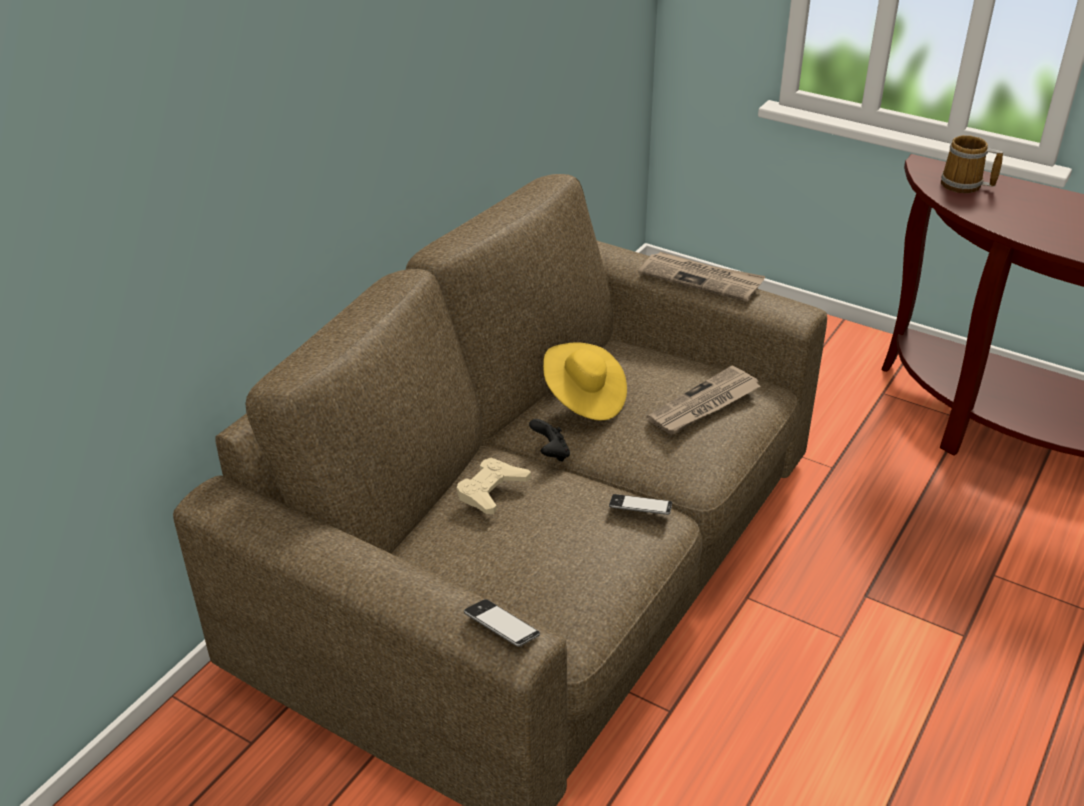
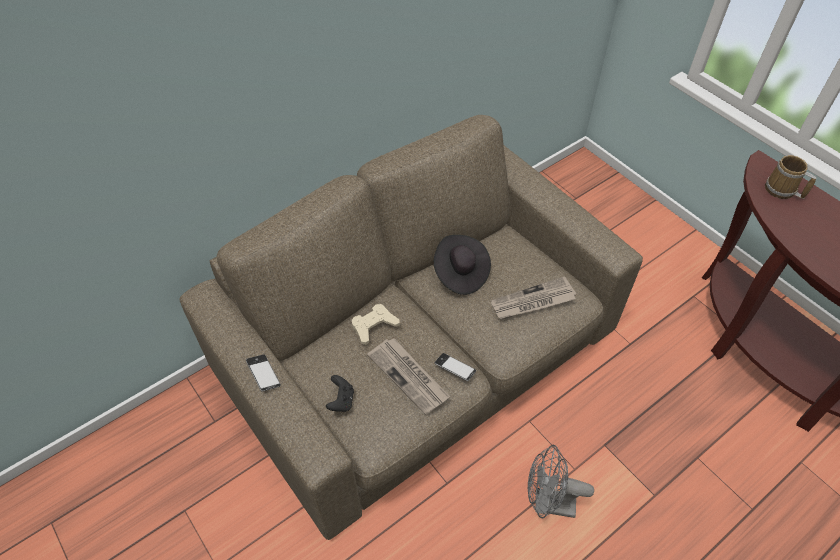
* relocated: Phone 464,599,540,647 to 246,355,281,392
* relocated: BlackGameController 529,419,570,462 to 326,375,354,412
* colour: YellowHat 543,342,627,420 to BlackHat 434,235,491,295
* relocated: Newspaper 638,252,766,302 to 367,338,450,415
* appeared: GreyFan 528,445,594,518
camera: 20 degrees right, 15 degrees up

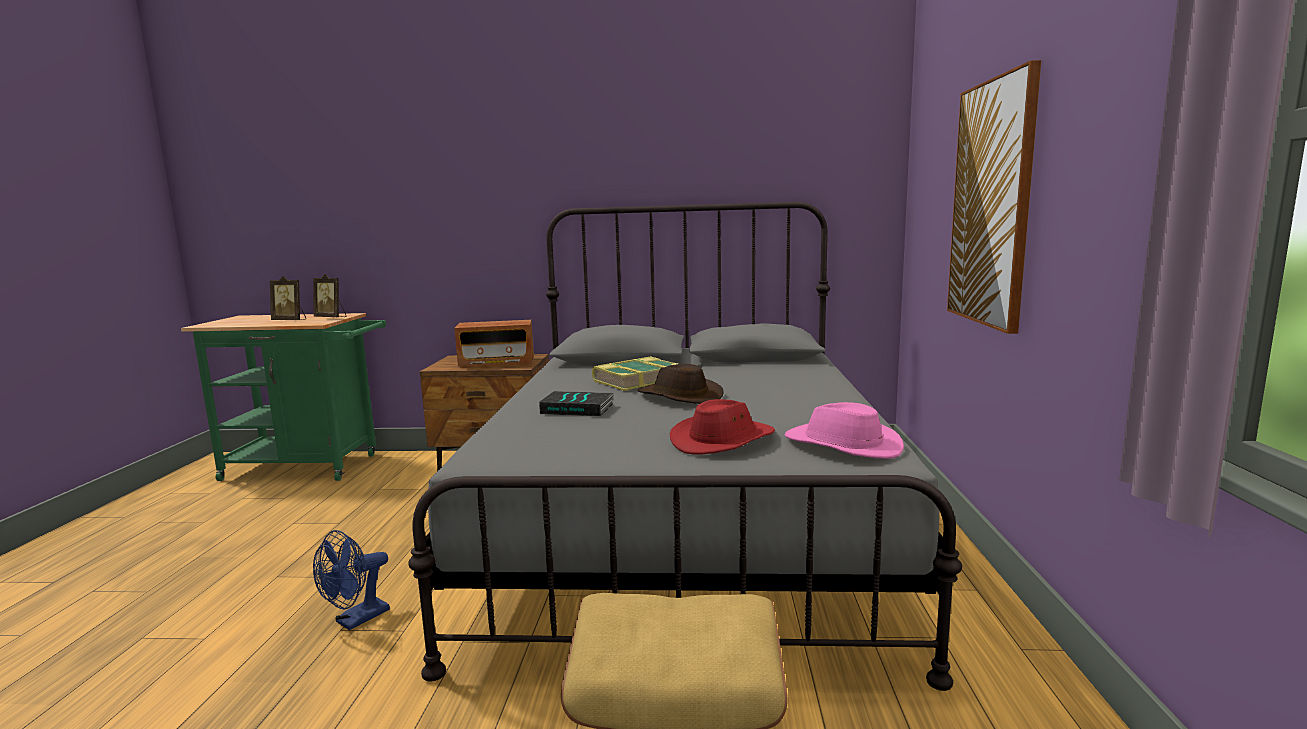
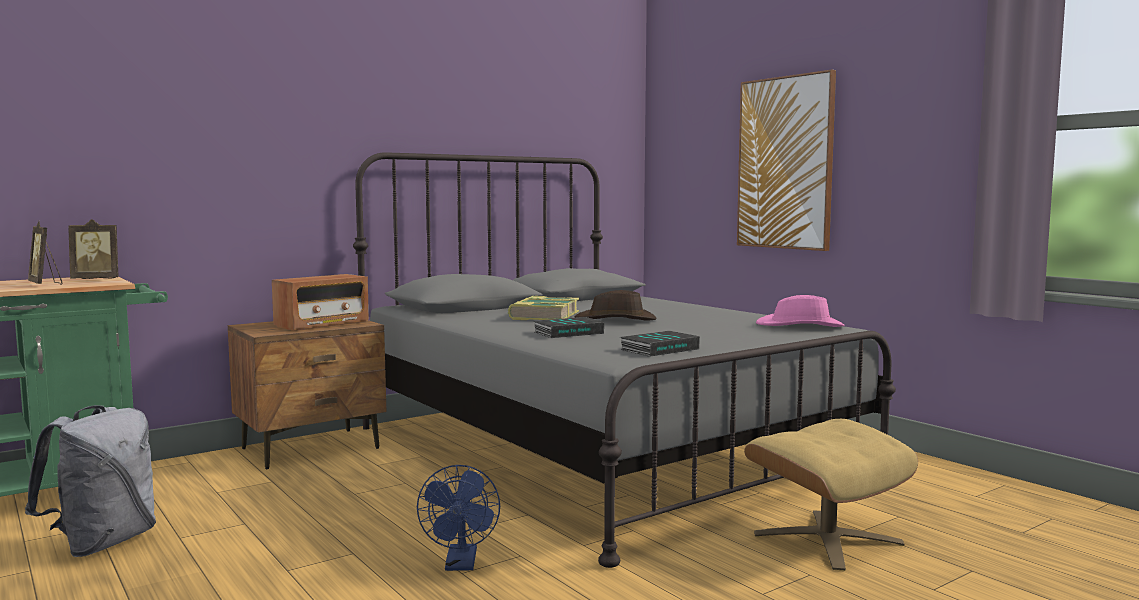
* spun: PictureFrame 270,276,306,320 = 28,221,63,285 75 degrees clockwise
* missing: RedHat 670,399,775,454
* appeared: GreyBackpack 25,405,156,557
* appeared: Book 620,331,700,357
camera: 40 degrees left, 5 degrees down

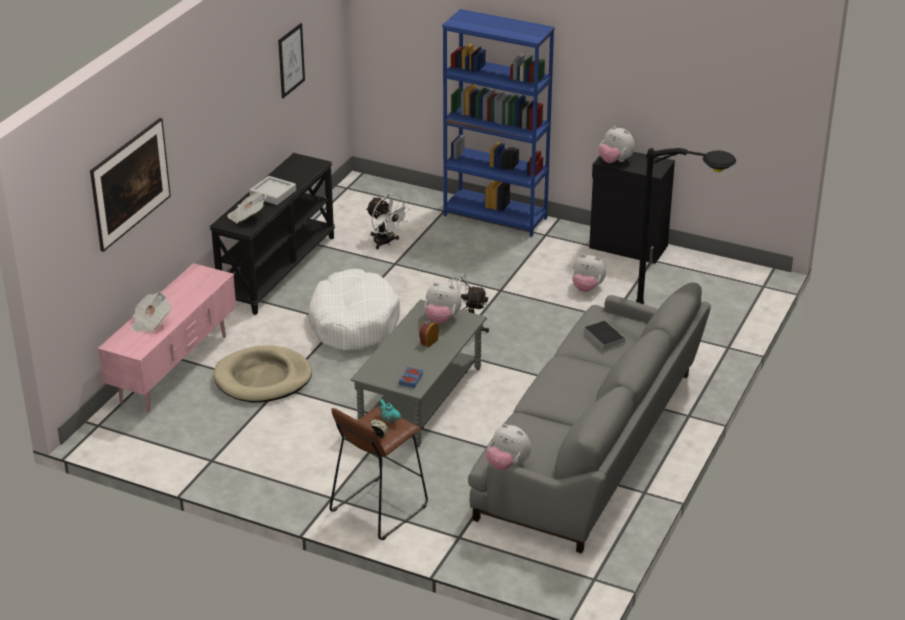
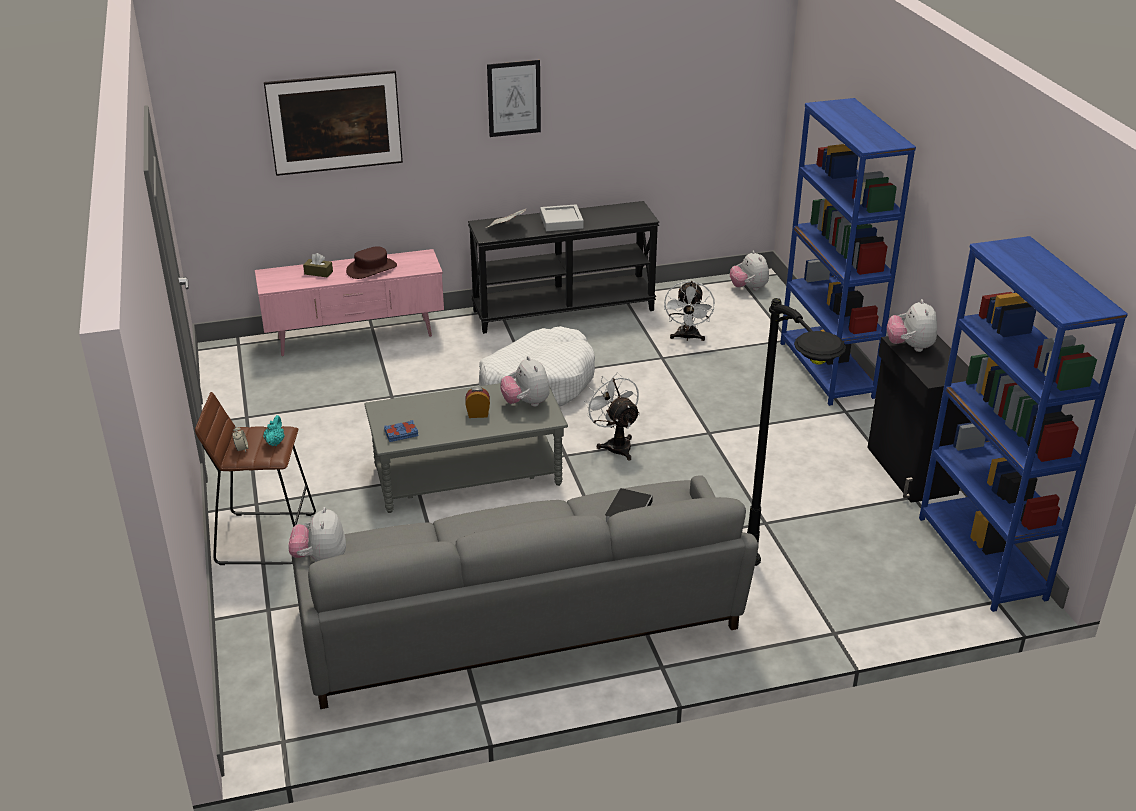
* exchanged: Newspaper 131,292,171,332 to BrownTissueBox 303,253,333,278
* missing: BeigeDogBed 213,345,312,402
* relocated: Picture 278,23,305,98 to 487,60,541,137
* relocated: PlushToy 572,254,606,292 to 730,250,769,291
* appeared: BrownHat 346,246,397,279
* appeared: BlueBookcase 919,236,1128,612
camera: 50 degrees right, 0 degrees up

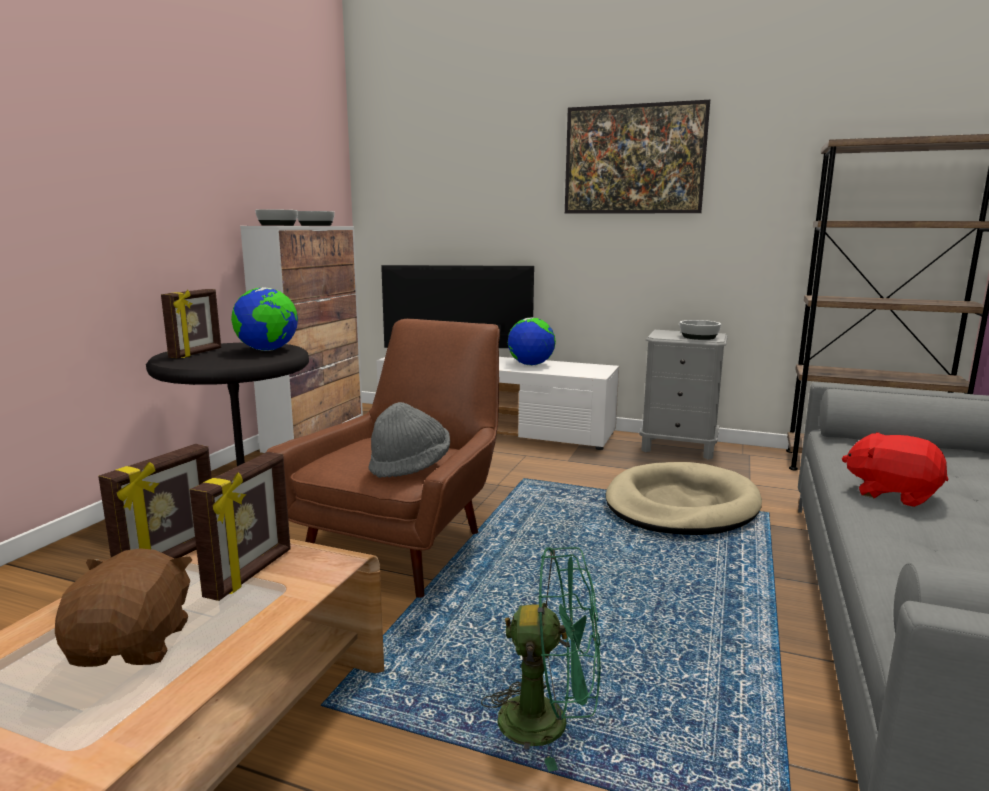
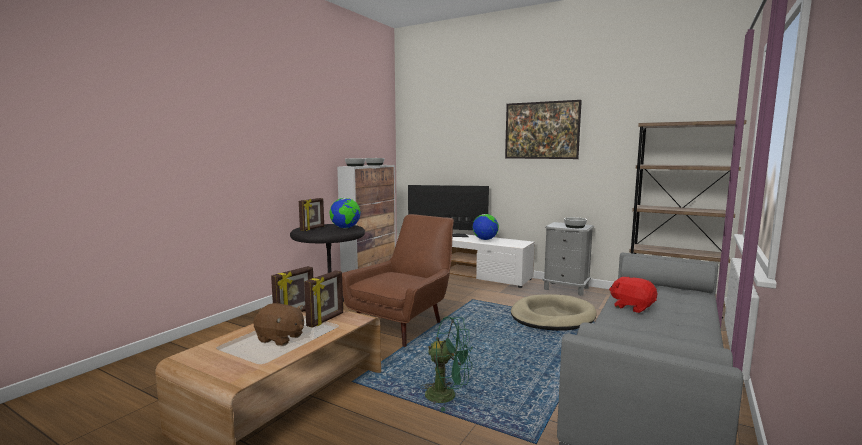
* spun: BrownPlushToy 55,548,192,667 = 253,303,304,346 105 degrees clockwise
* missing: GreyHat 368,402,450,478
camera: 10 degrees right, 5 degrees down

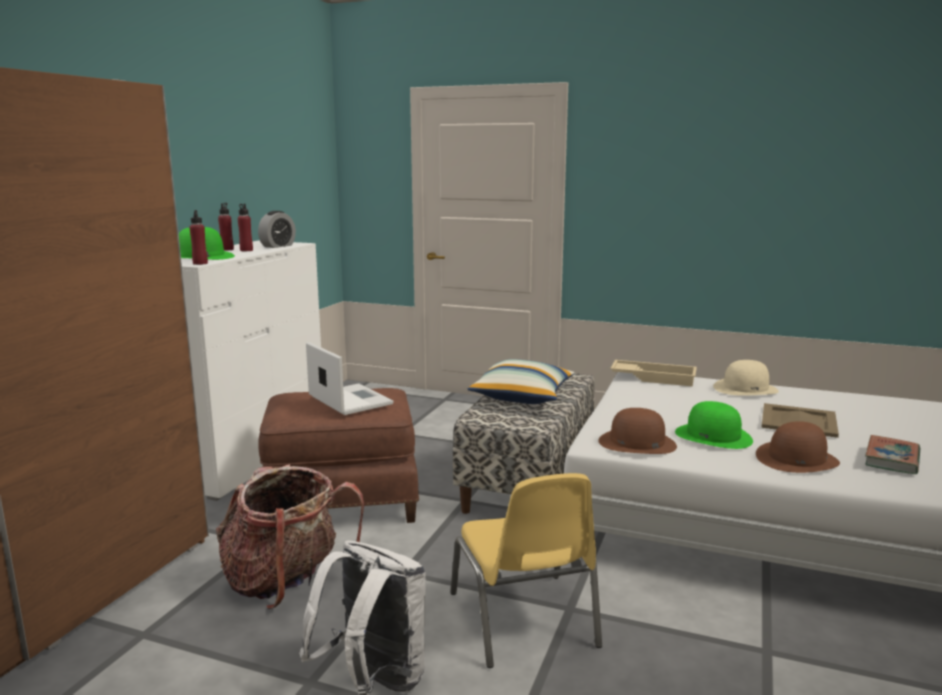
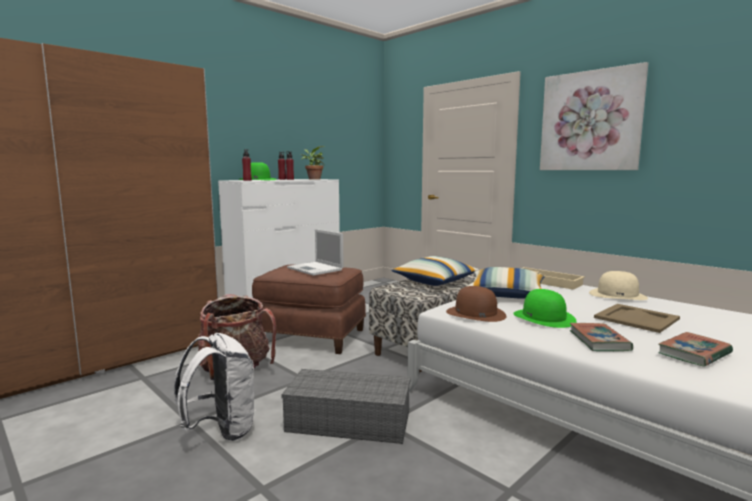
* exchanged: AlarmClock 258,211,296,248 to PottedPlant 301,146,325,180
* spun: Laptop 306,342,394,415 = 287,229,344,276 150 degrees clockwise
* exchanged: YellowChair 450,473,602,668 to GreyStorageBox 281,369,411,444
* exchanged: BrownHat 756,421,840,473 to Book 570,323,633,351
* appeared: Pillow 468,267,545,299
* appeared: Picture 540,62,648,170
camera: 25 degrees right, 5 degrees down

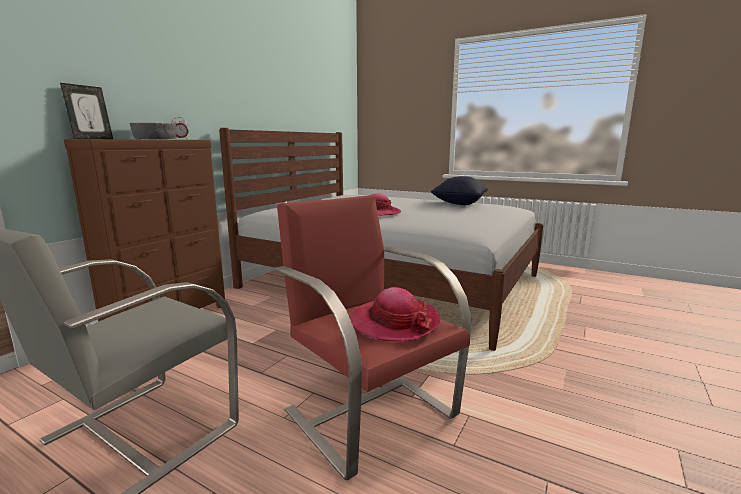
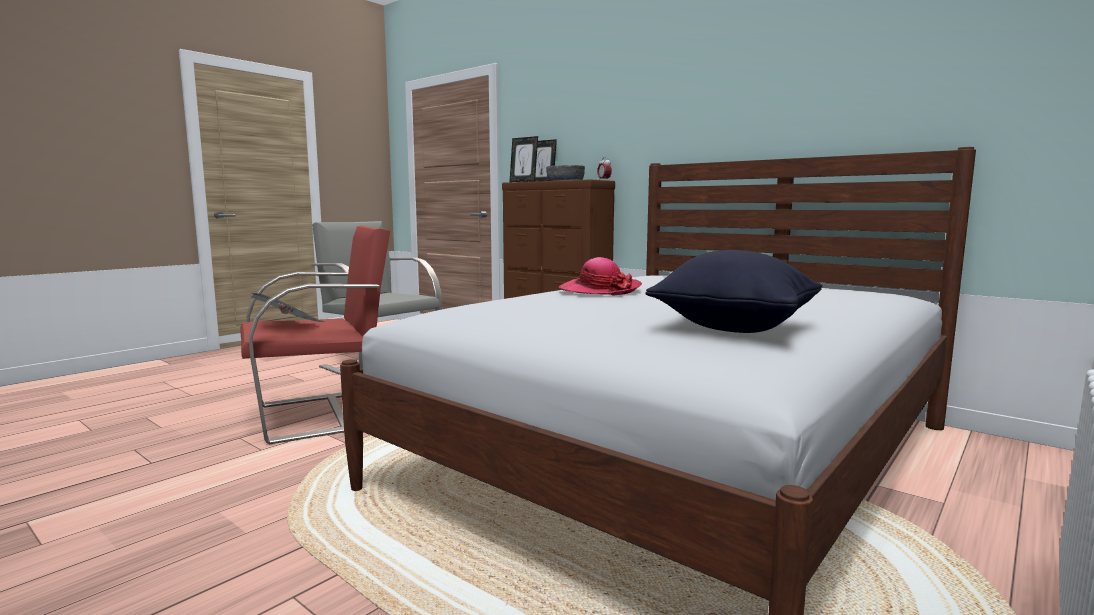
* exchanged: Hat 350,287,440,341 to Newspaper 250,293,325,322
* appeared: PictureFrame 509,136,538,182
camera: 100 degrees right, 5 degrees down

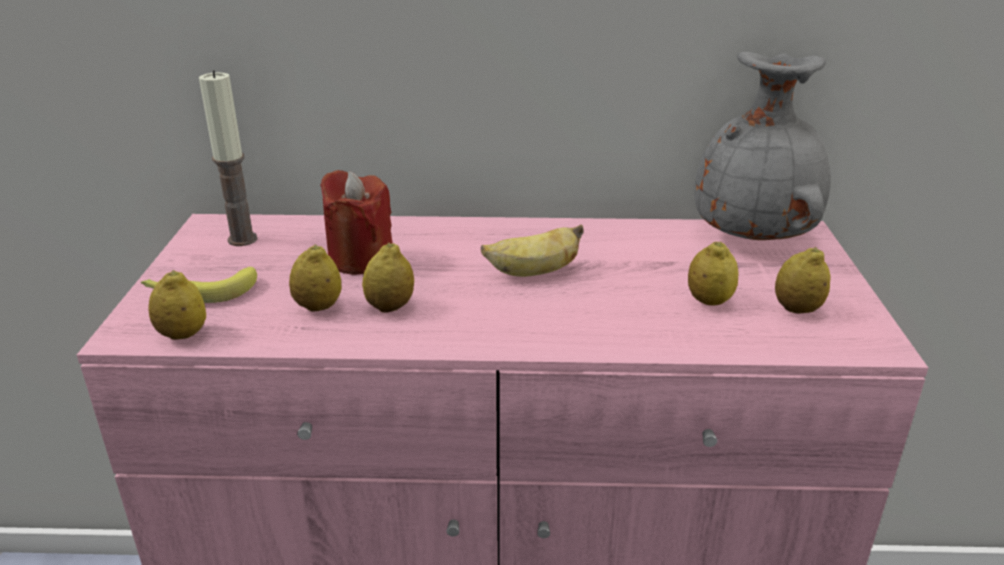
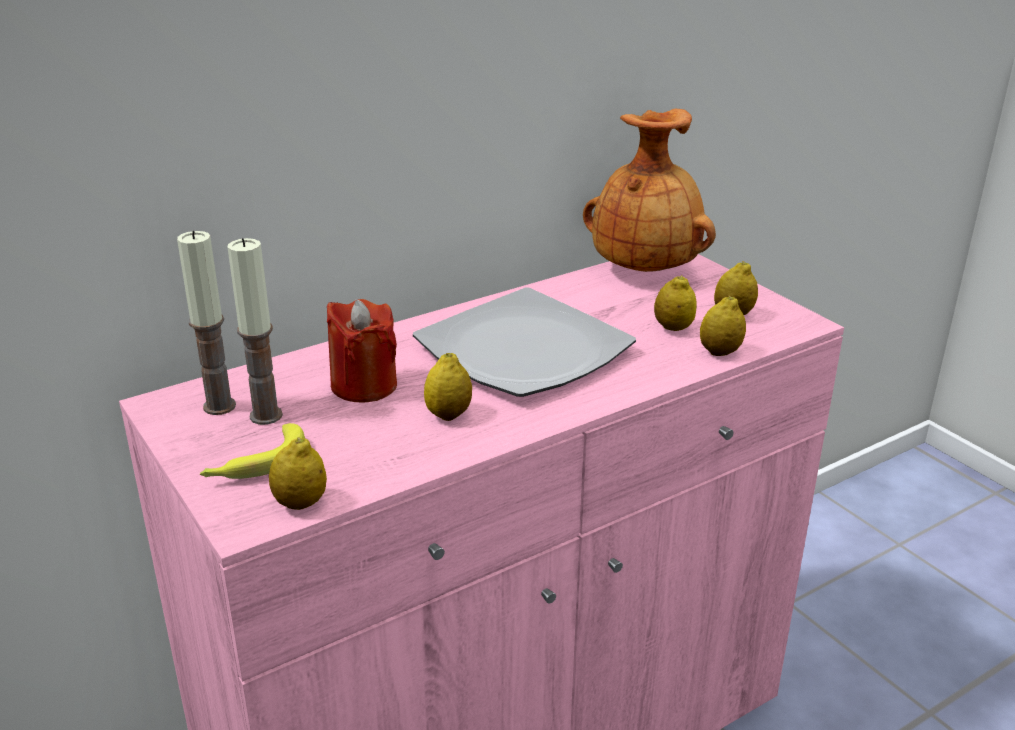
* relocated: Lemon 289,244,341,312 to 700,296,746,356
* exchanged: Banana 481,224,584,277 to Plate 413,287,636,397
* colour: GreyVase 694,52,831,240 to BrownVase 583,109,716,272
* appeared: Candle 227,238,283,425
camera: 35 degrees left, 0 degrees up

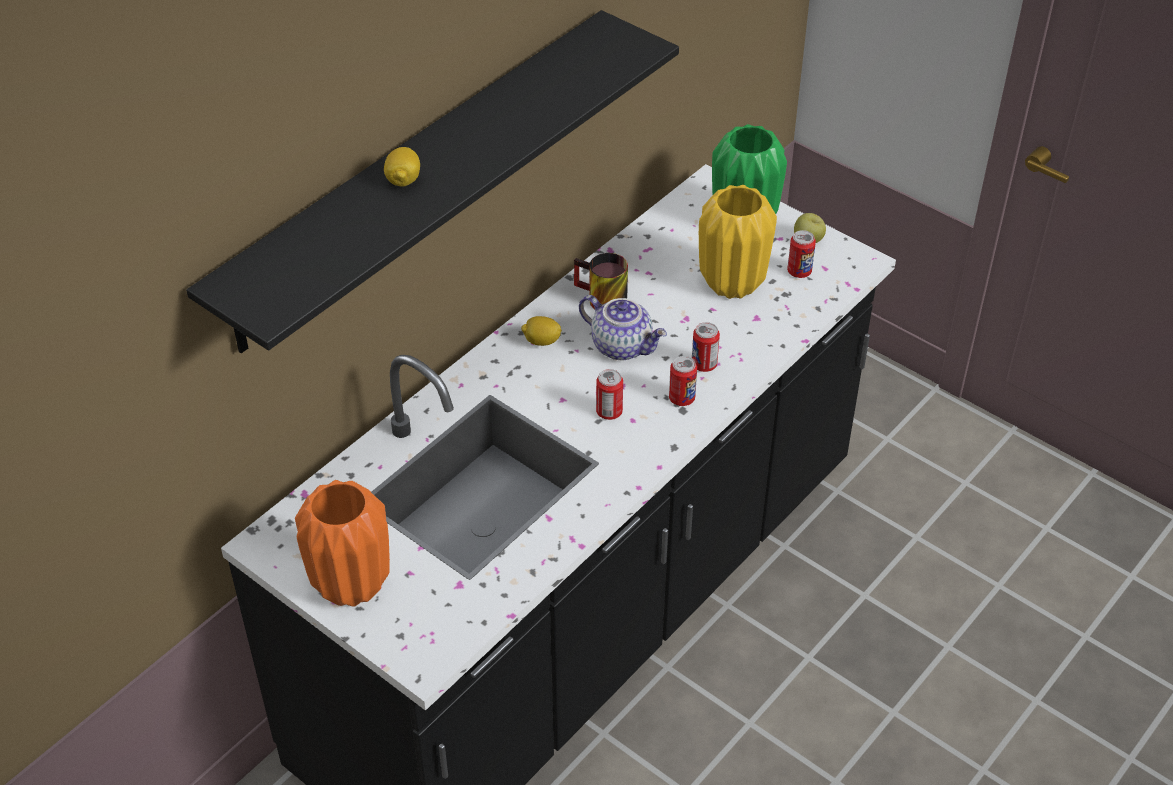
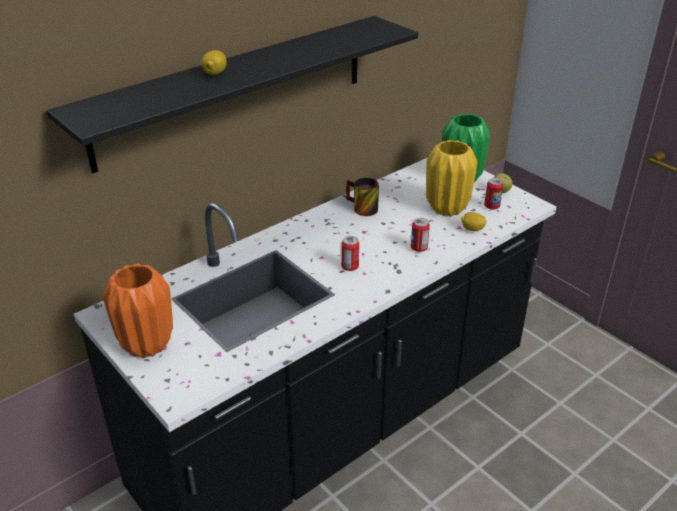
* relocated: Lemon 521,316,562,346 to 461,212,487,231
* missing: Teapot 579,295,667,360
* missing: Can 669,356,697,406
camera: 10 degrees right, 10 degrees down

